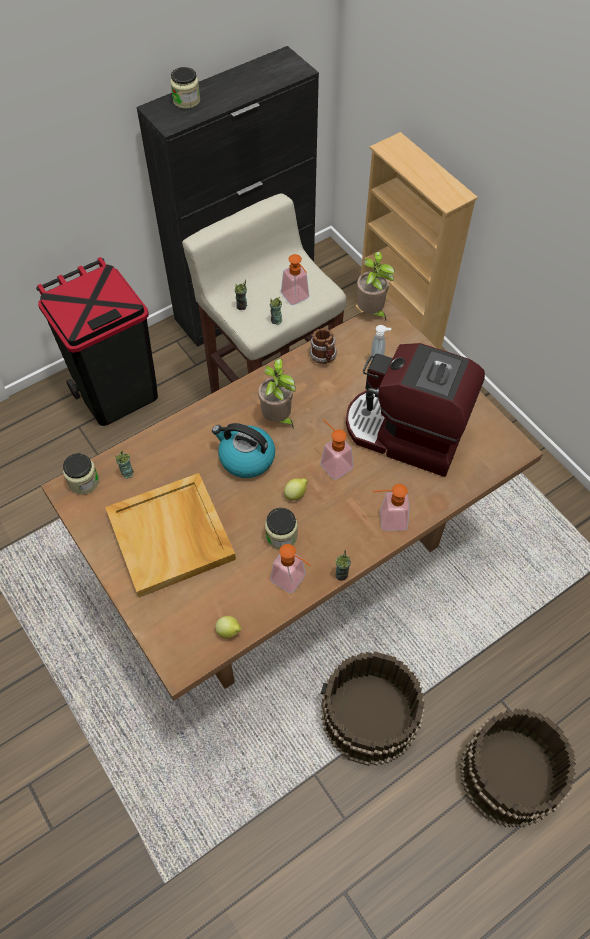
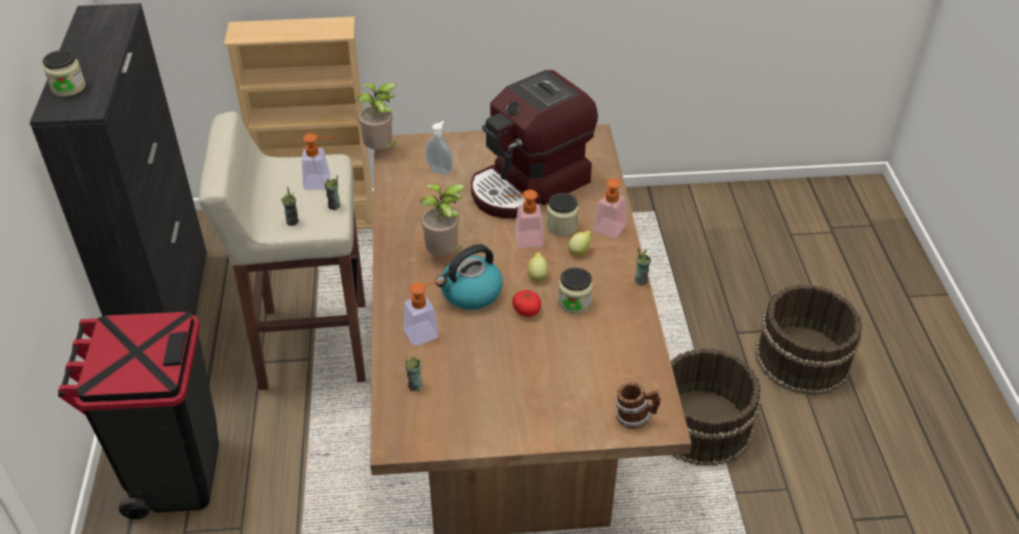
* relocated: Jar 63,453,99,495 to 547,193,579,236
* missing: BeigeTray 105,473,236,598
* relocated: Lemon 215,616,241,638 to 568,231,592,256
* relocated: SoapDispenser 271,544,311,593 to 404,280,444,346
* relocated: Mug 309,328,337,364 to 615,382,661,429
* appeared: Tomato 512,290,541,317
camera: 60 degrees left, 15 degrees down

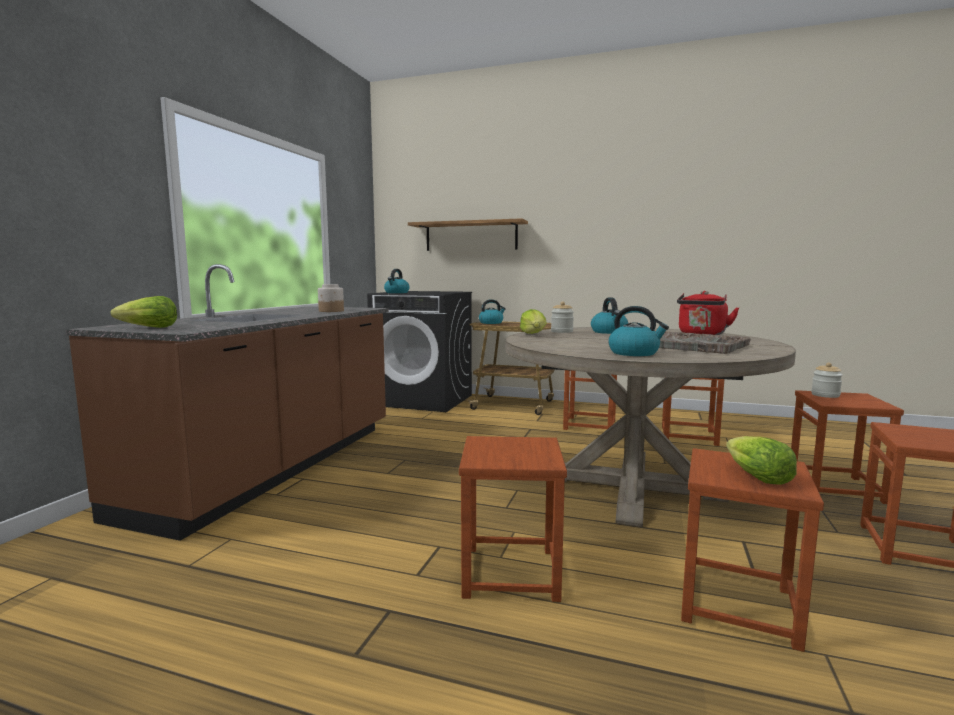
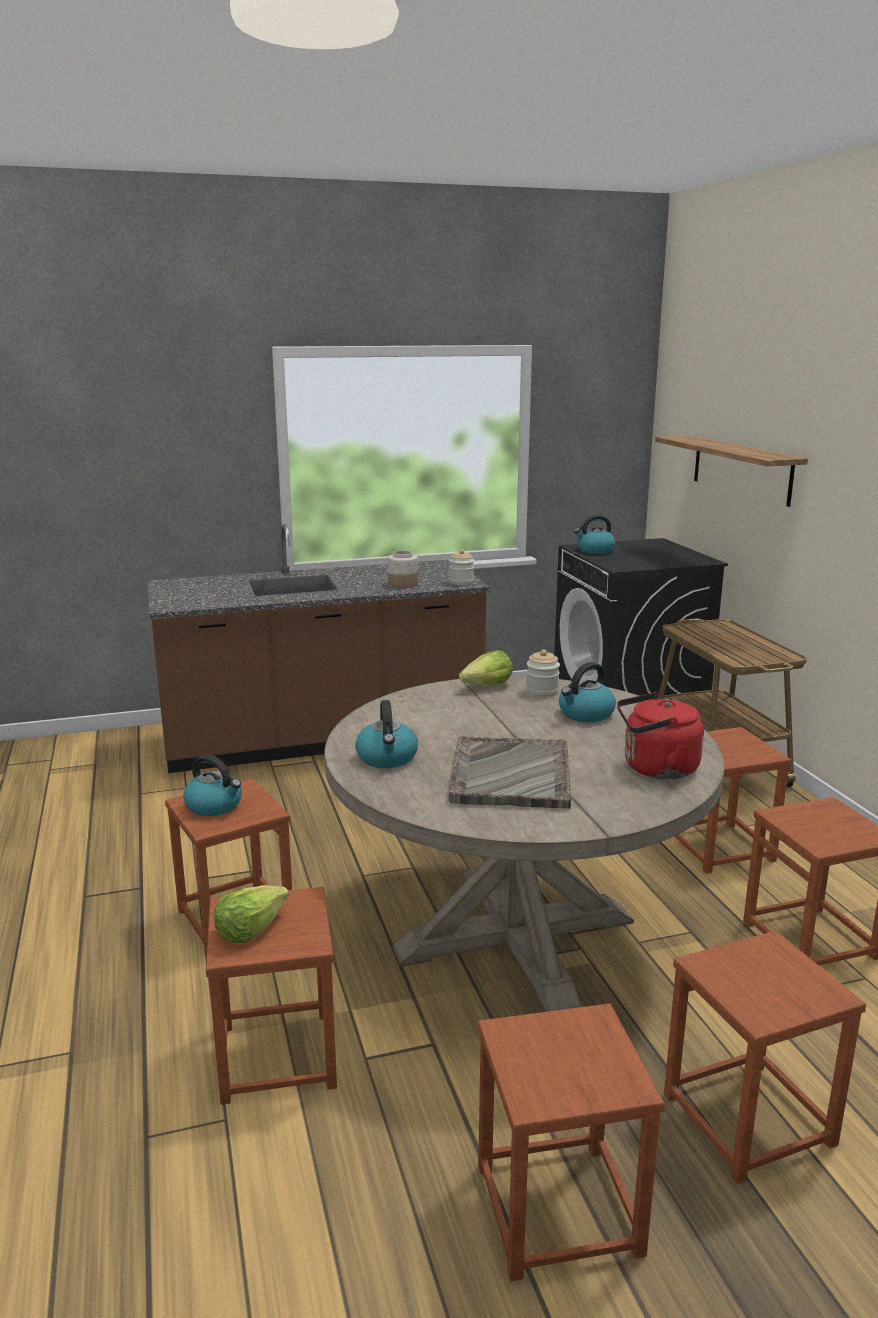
* missing: Lettuce 111,296,177,328
* relocated: Kettle 479,299,506,324 to 183,755,242,816
* relocated: Jar 811,363,843,398 to 449,549,474,585
camera: 55 degrees right, 10 degrees up

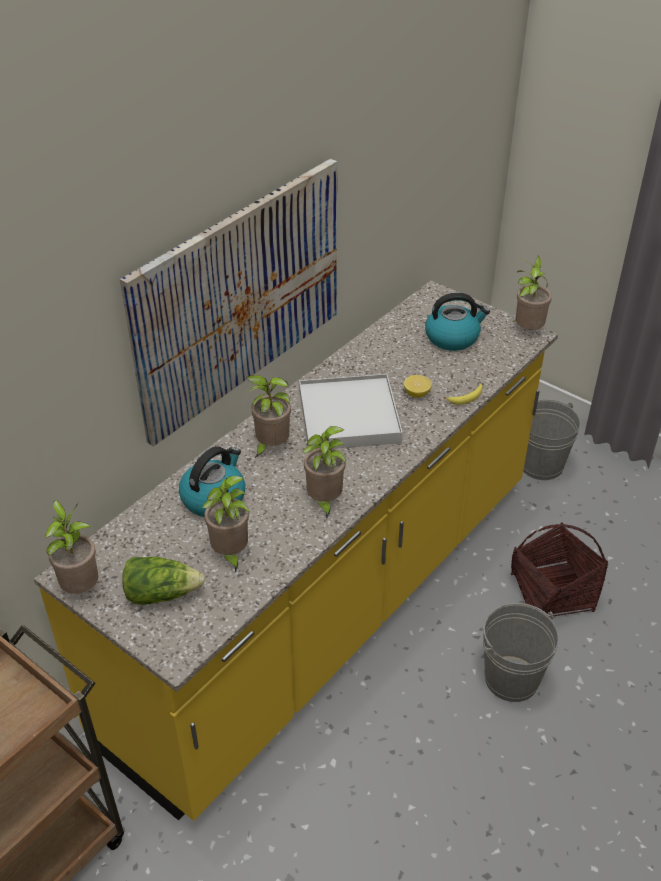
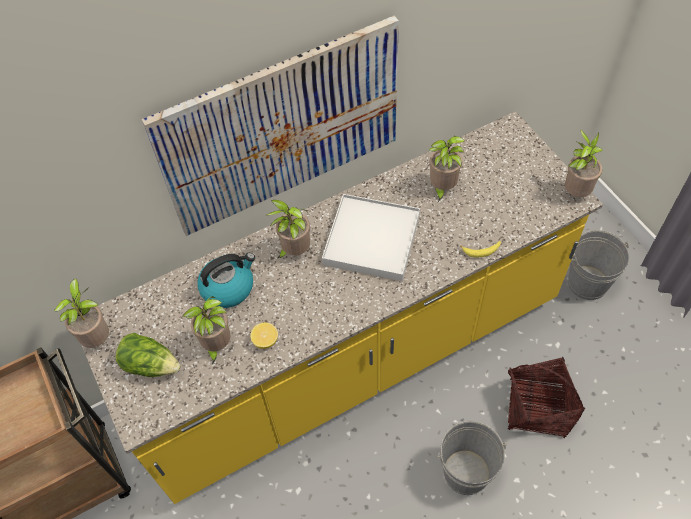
* relocated: PottedPlant 302,426,346,519 to 429,136,465,202
* relocated: Lemon 404,375,432,397 to 250,323,278,349
* missing: Kettle 425,293,490,351
camera: 25 degrees right, 15 degrees up

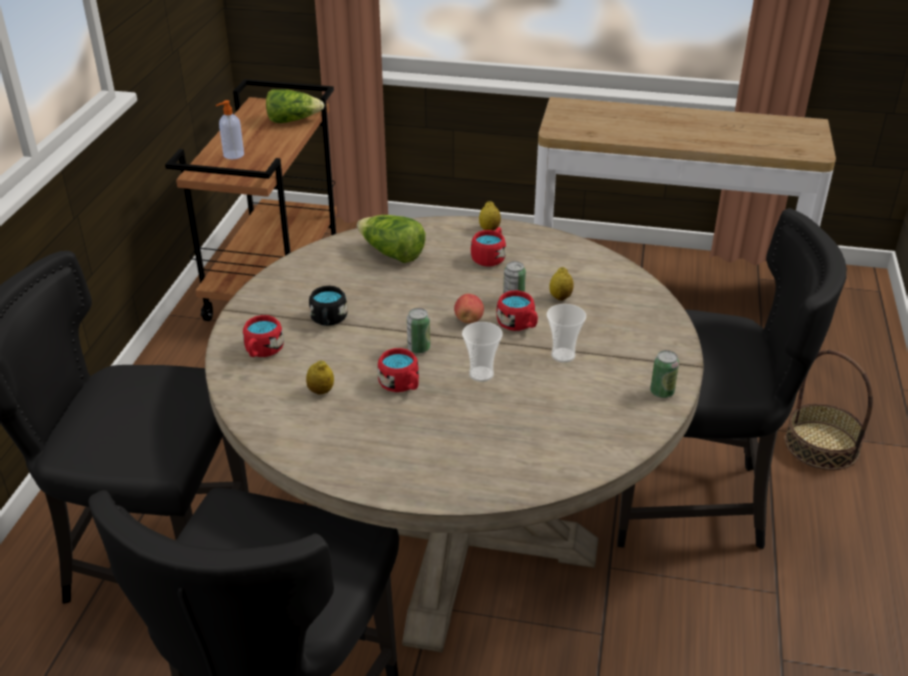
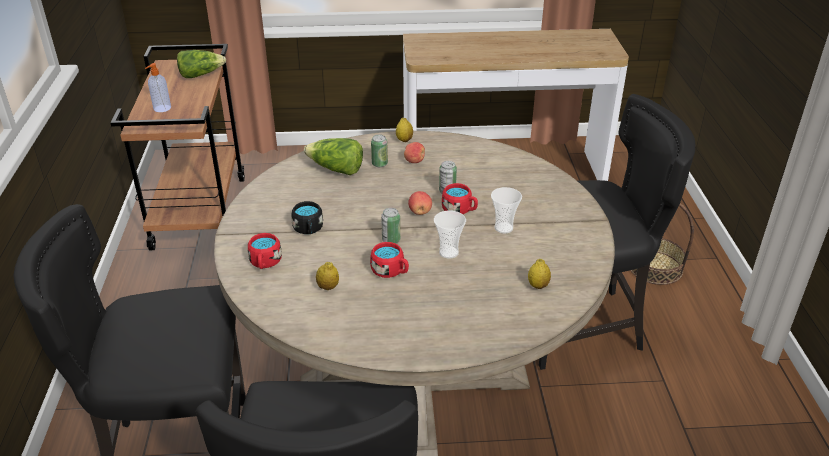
* exchanged: RedMug 471,227,506,267 to Apple 404,142,425,163
* relocated: Lemon 550,267,574,301 to 528,259,551,289
* relocated: Can 650,350,679,398 to 371,134,388,167
camera: 15 degrees left, 0 degrees up

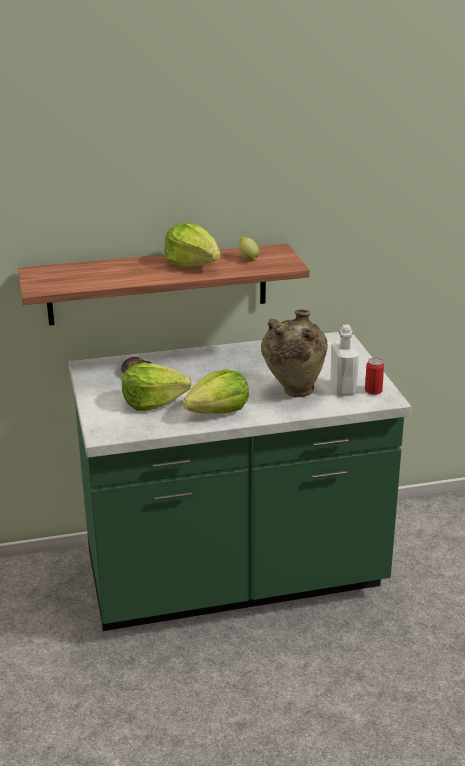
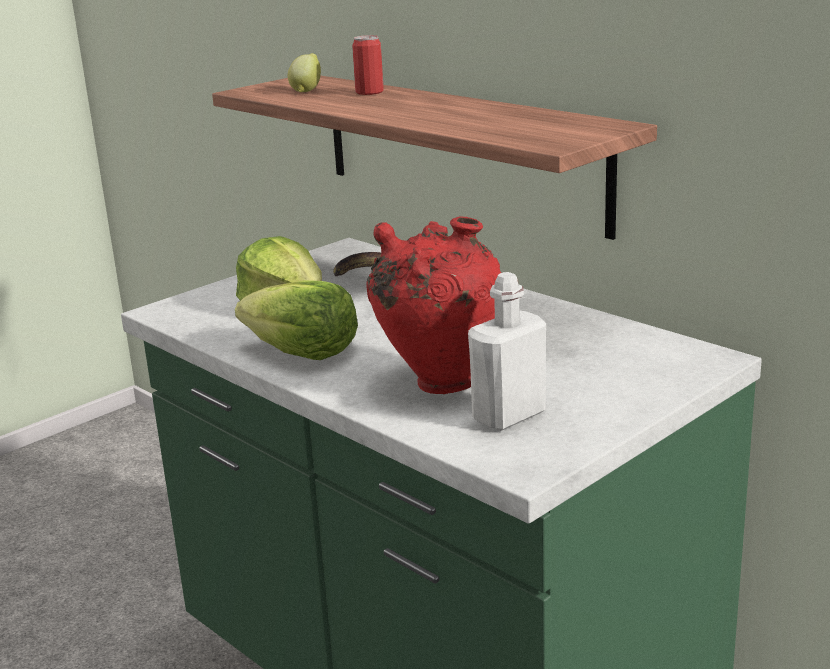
* missing: Lettuce 164,222,220,267
* relocated: Lemon 239,236,259,261 to 288,53,321,92
* colour: BeigeVase 261,309,327,397 to RedVase 366,217,501,394
* relocated: Can 365,358,384,395 to 352,35,384,95
camera: 60 degrees right, 5 degrees down

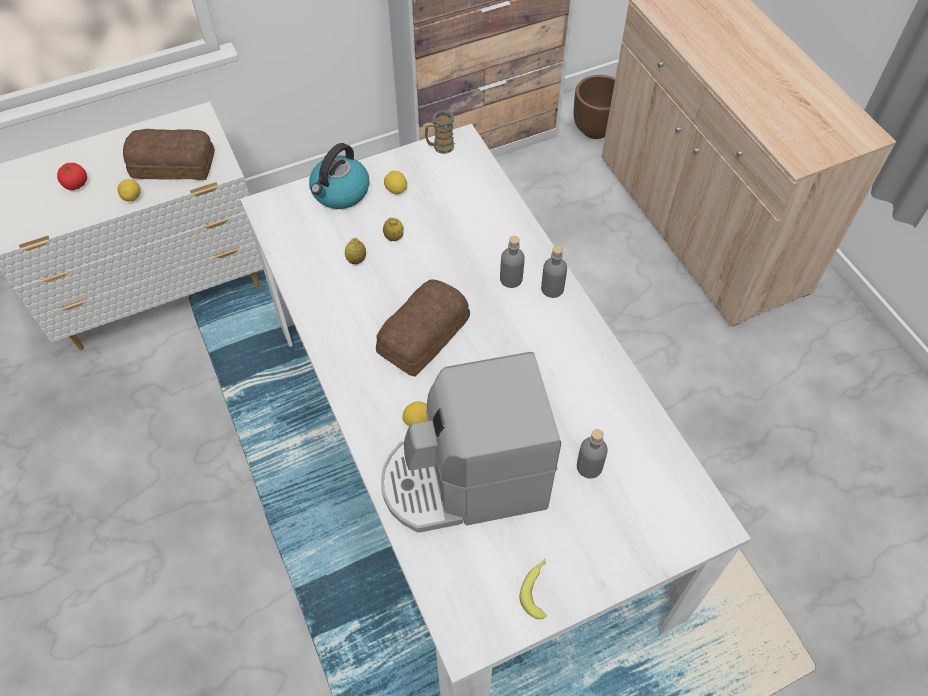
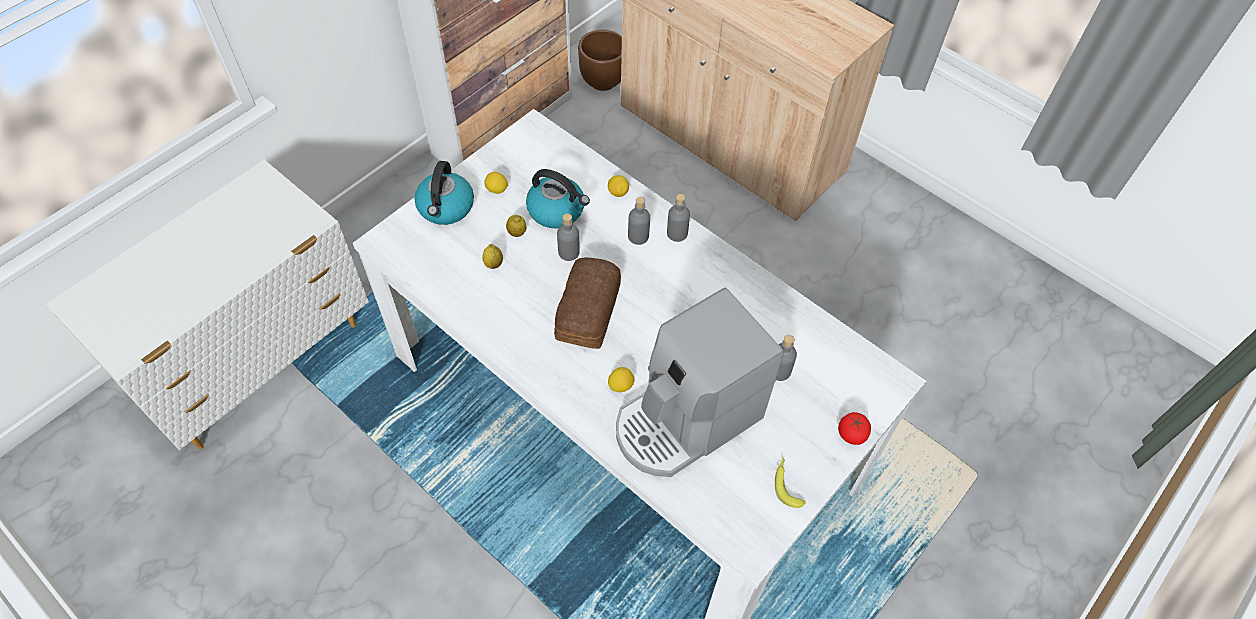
* relocated: Tomato 57,163,87,190 to 838,412,871,445
* relocated: Lemon 118,179,141,201 to 608,175,629,197
* missing: Bread 123,129,215,180
* missing: Mug 423,110,456,154
* appeared: Kettle 526,169,590,228
* appeared: GreyBottle 557,213,580,261
camera: 25 degrees left, 0 degrees up

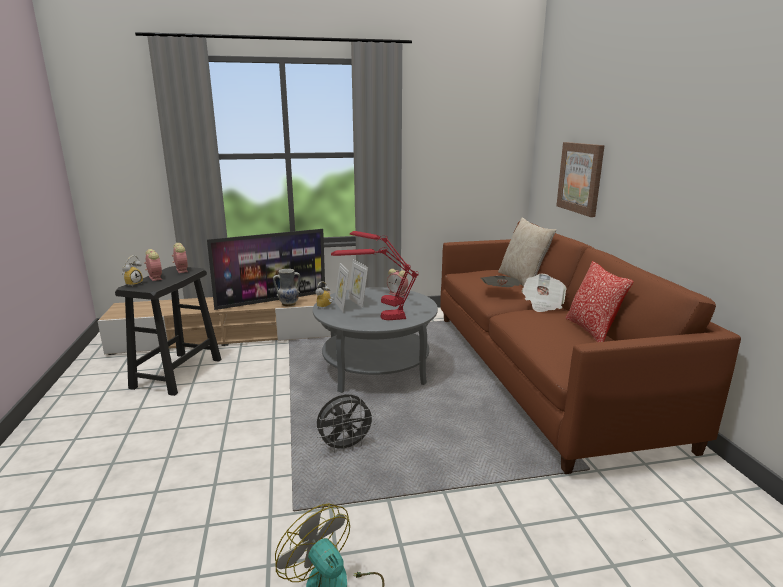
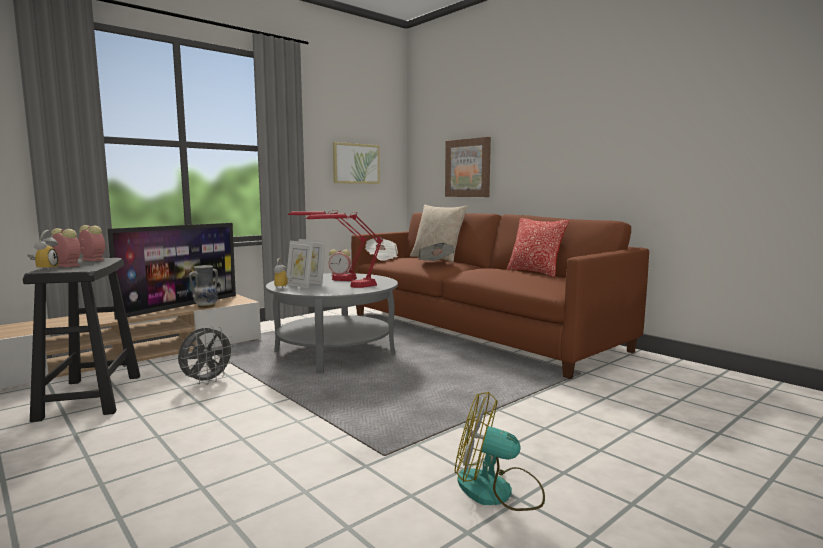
* relocated: GreyFan 316,394,376,453 to 178,326,235,385
* relocated: Newspaper 522,274,567,312 to 365,237,398,261
* appeared: Picture 333,142,380,184
camera: 30 degrees left, 10 degrees down

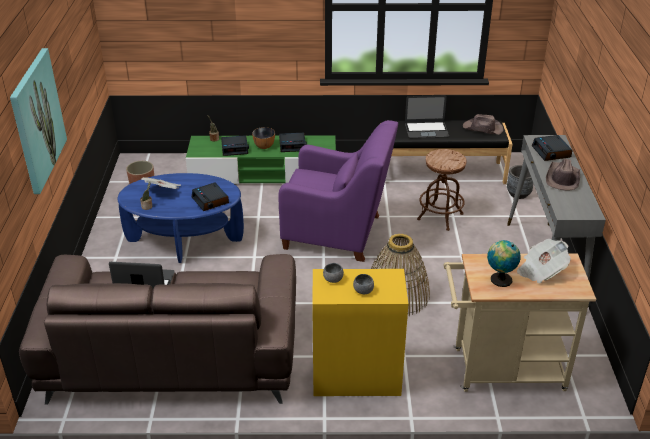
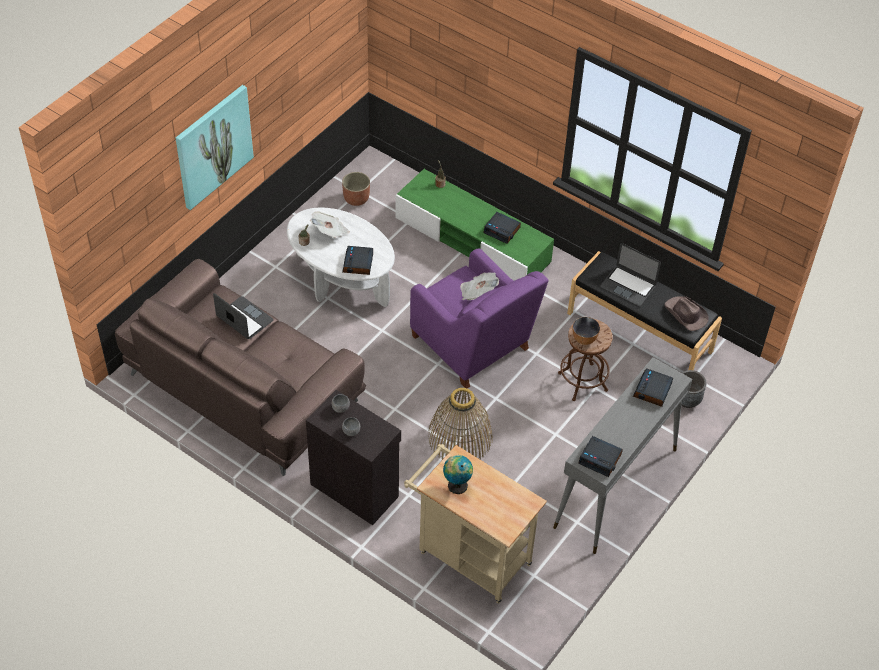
* colour: BlueCoffeeTable 117,173,244,263 to WhiteCoffeeTable 287,208,395,307
* relocated: AlarmClock 221,135,249,156 to 578,436,623,477
* relocated: Bowl 252,127,275,149 to 573,317,600,345
* colour: YellowCabinet 312,269,408,396 to BlackCabinet 306,390,401,525
* relocated: Newspaper 517,239,571,283 to 460,273,499,300
* missing: BrownHat 546,159,580,191
camera: 35 degrees right, 15 degrees up

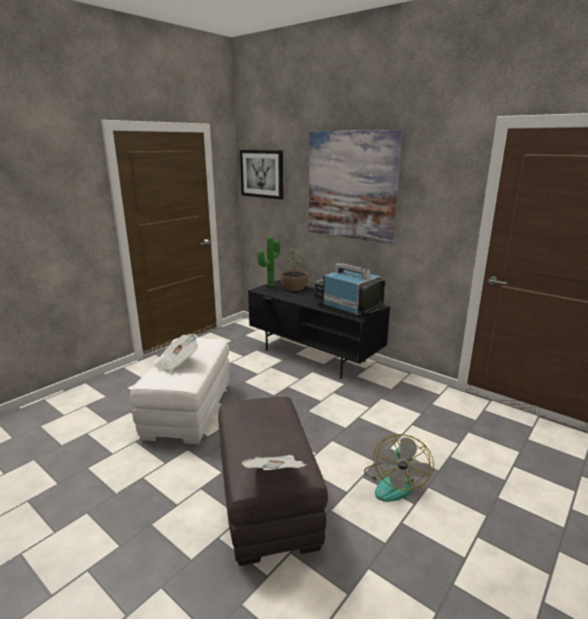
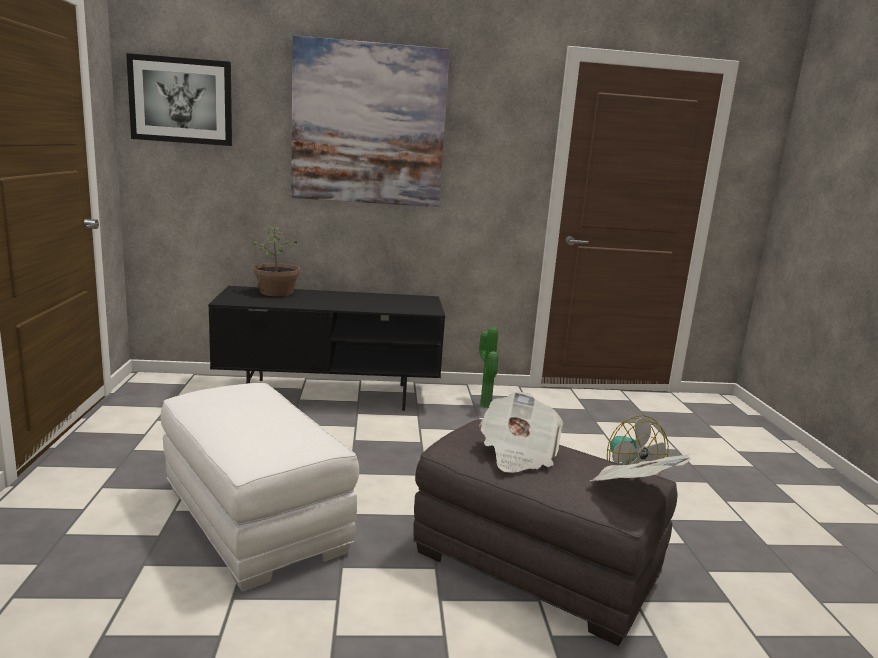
* relocated: Newspaper 154,334,198,371 to 479,392,563,473
* relocated: PottedPlant 258,237,280,286 to 479,327,498,408
* missing: Television 314,263,385,316
camera: 45 degrees left, 5 degrees down

